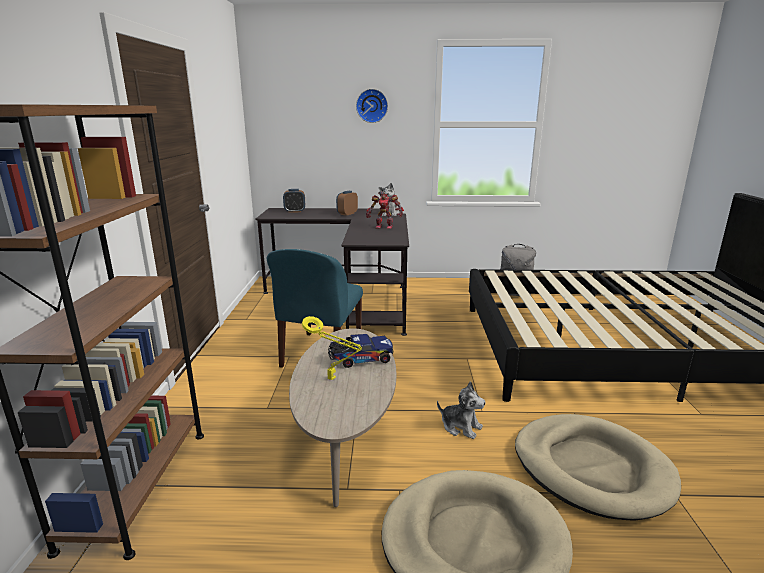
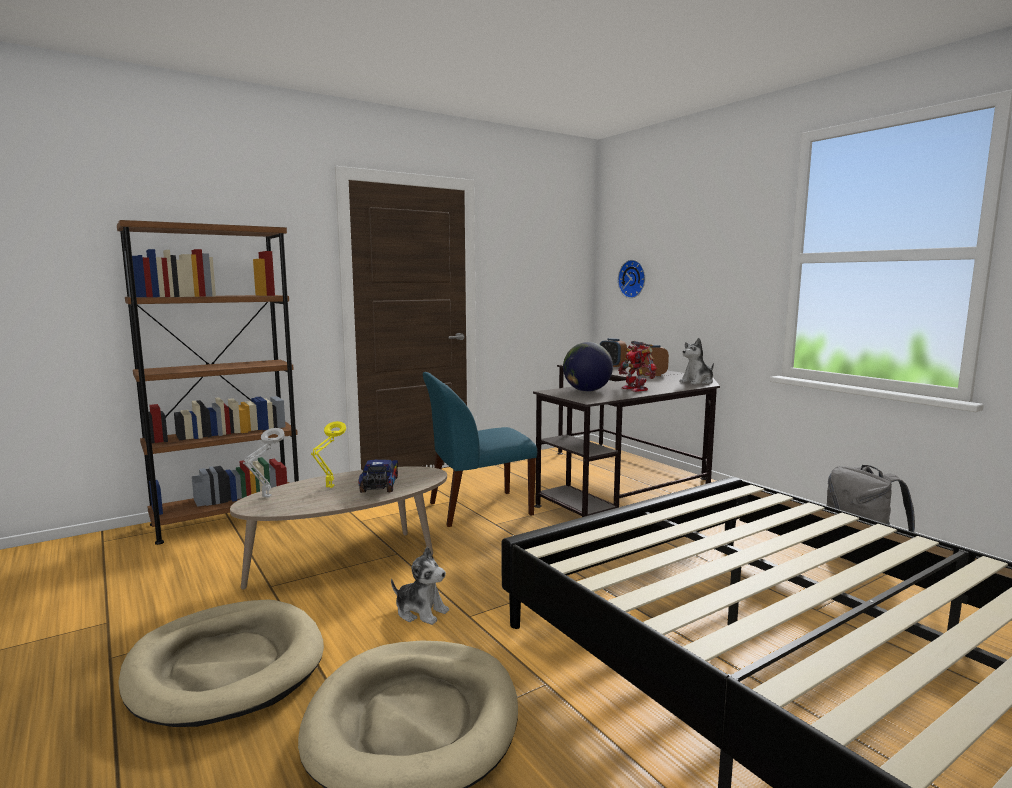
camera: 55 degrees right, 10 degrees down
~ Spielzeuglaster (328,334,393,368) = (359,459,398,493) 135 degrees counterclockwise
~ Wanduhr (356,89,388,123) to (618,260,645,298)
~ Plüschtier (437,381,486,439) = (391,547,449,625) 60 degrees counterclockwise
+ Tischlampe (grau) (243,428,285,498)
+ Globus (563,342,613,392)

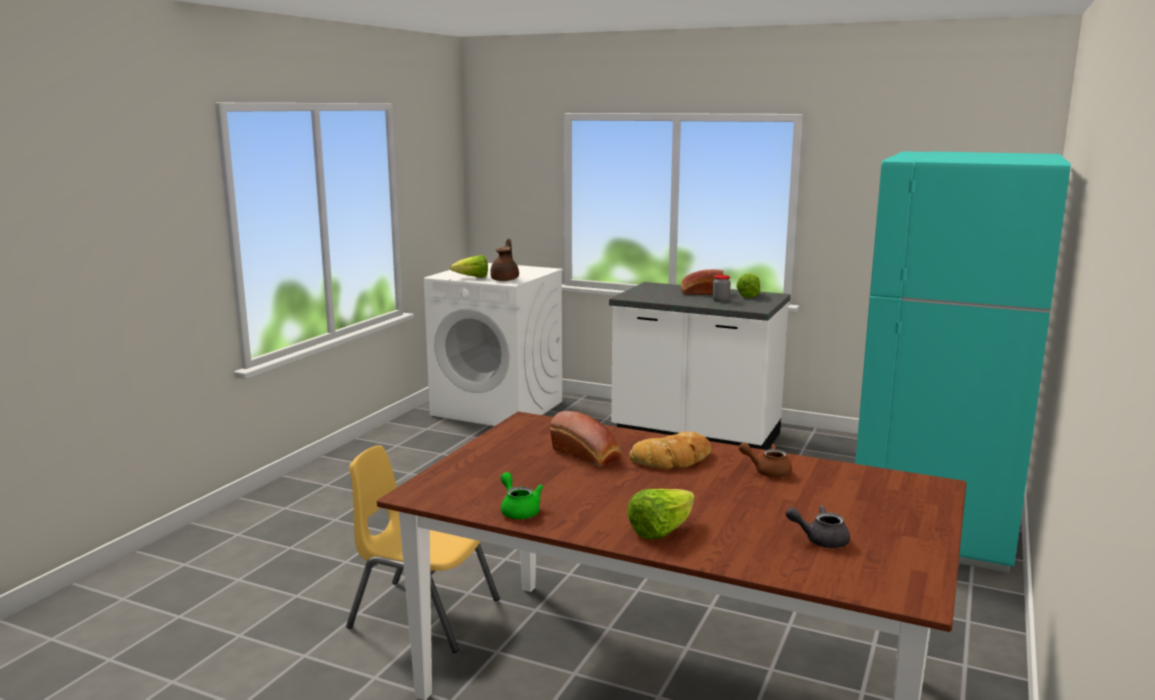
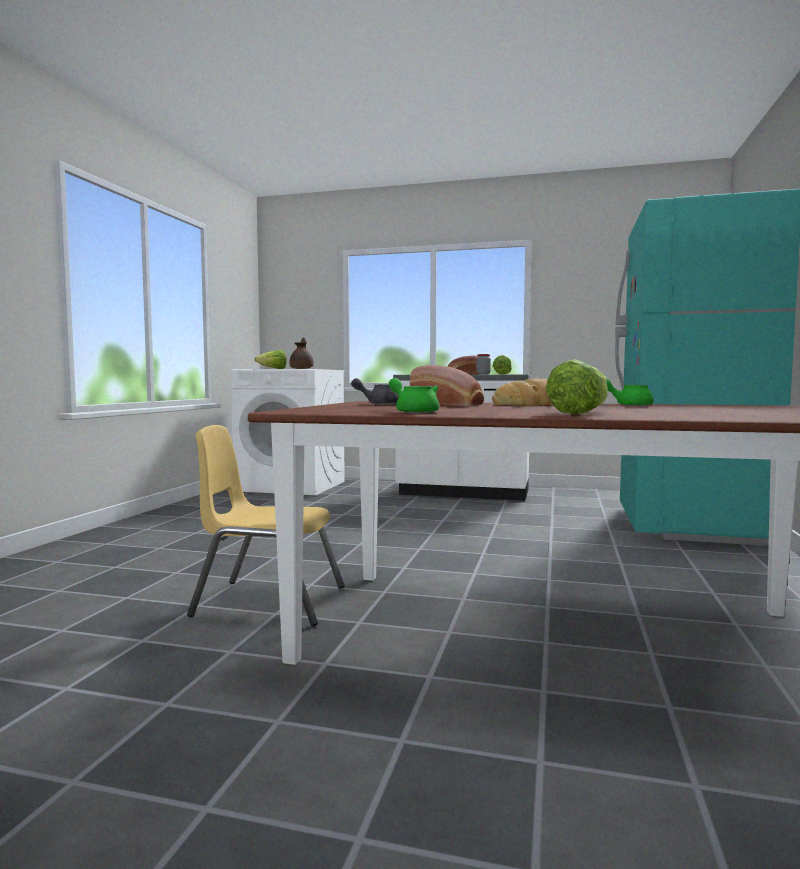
camera: 10 degrees left, 10 degrees down
~ Teekanne (braun) (739,442,792,477) to Teekanne (grün) (606,379,654,406)
~ Teekanne (grau) (785,505,850,548) to (351,378,399,405)

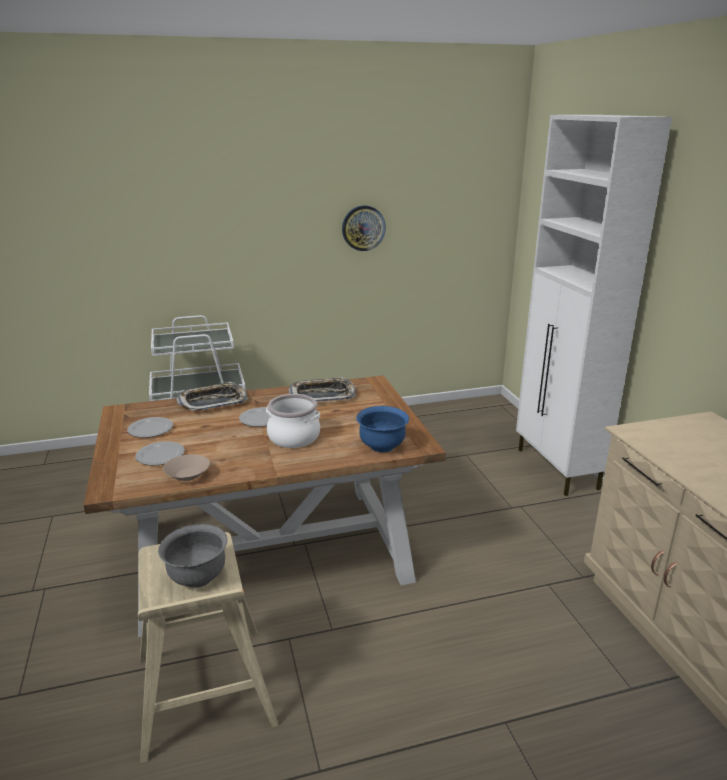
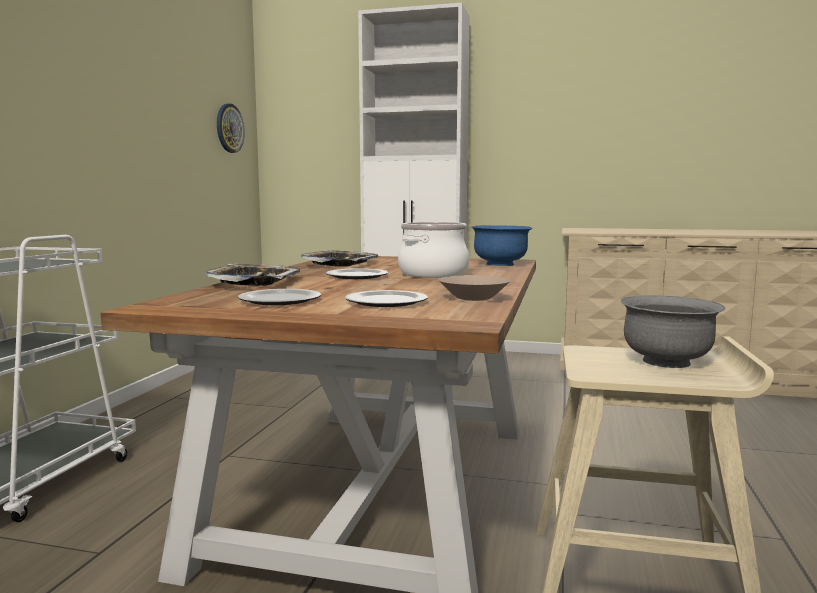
camera: 60 degrees left, 15 degrees down
~ Wanduhr (342,205,386,251) to (217,104,245,153)

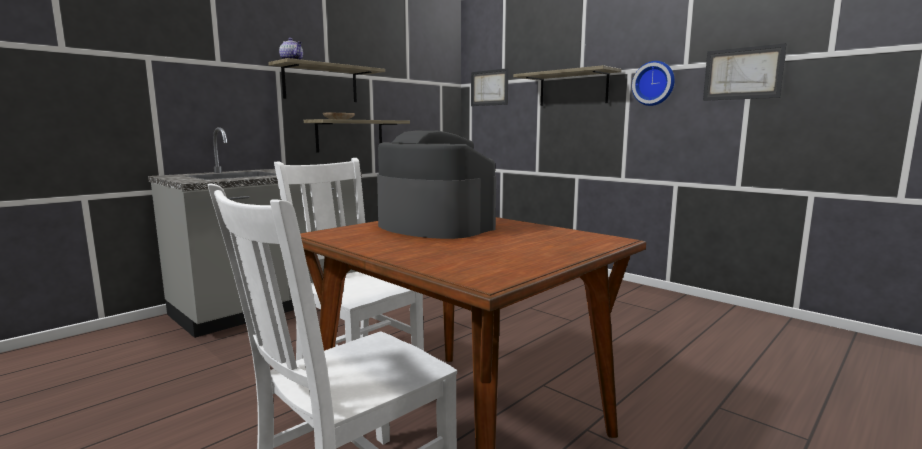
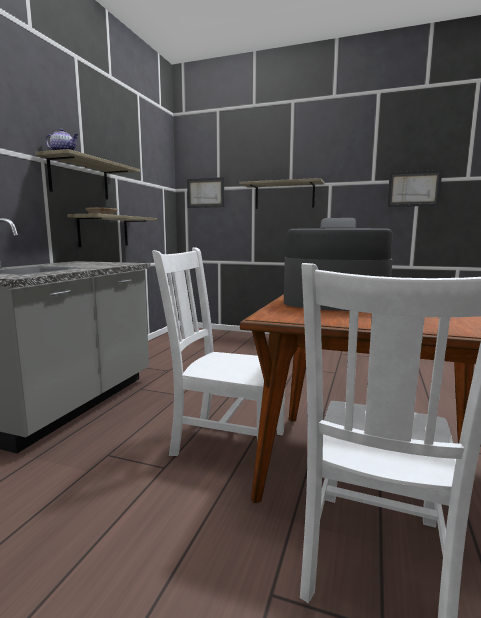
camera: 25 degrees left, 0 degrees up
- Wanduhr (632,61,675,106)

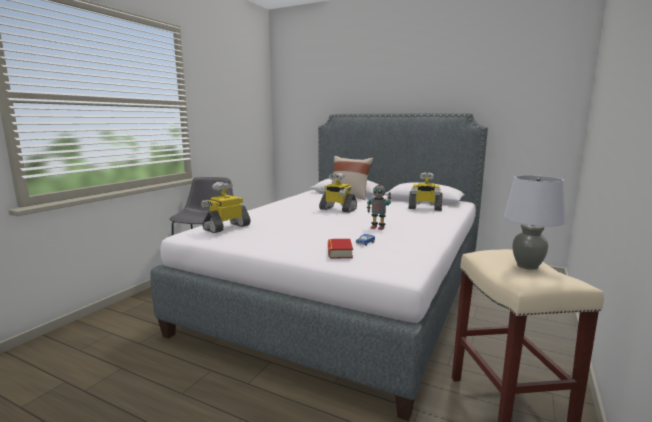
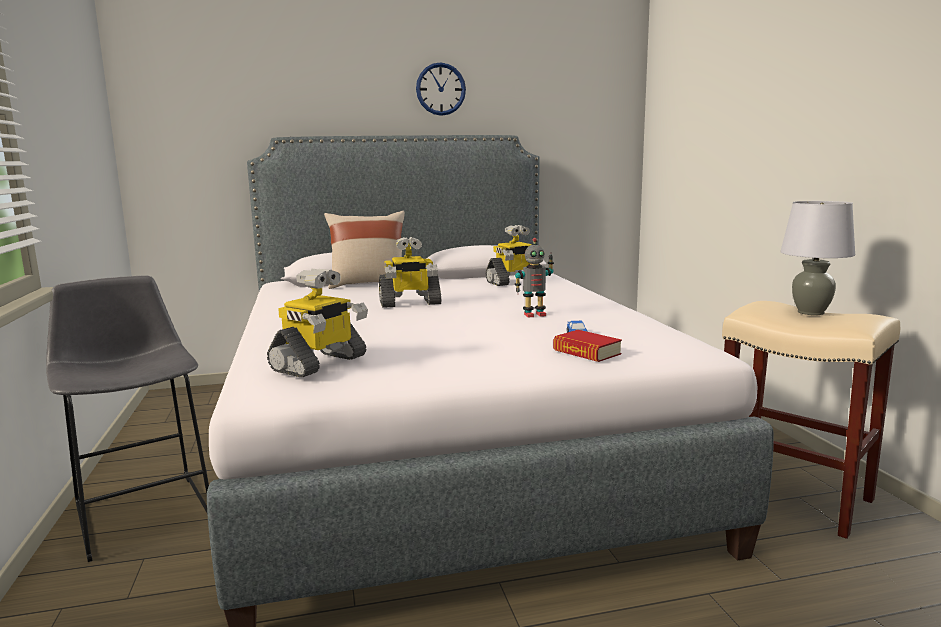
camera: 40 degrees left, 0 degrees up
~ Spielzeugroboter (201,182,251,233) = (267,268,368,378) 150 degrees counterclockwise
+ Wanduhr (416,62,466,116)

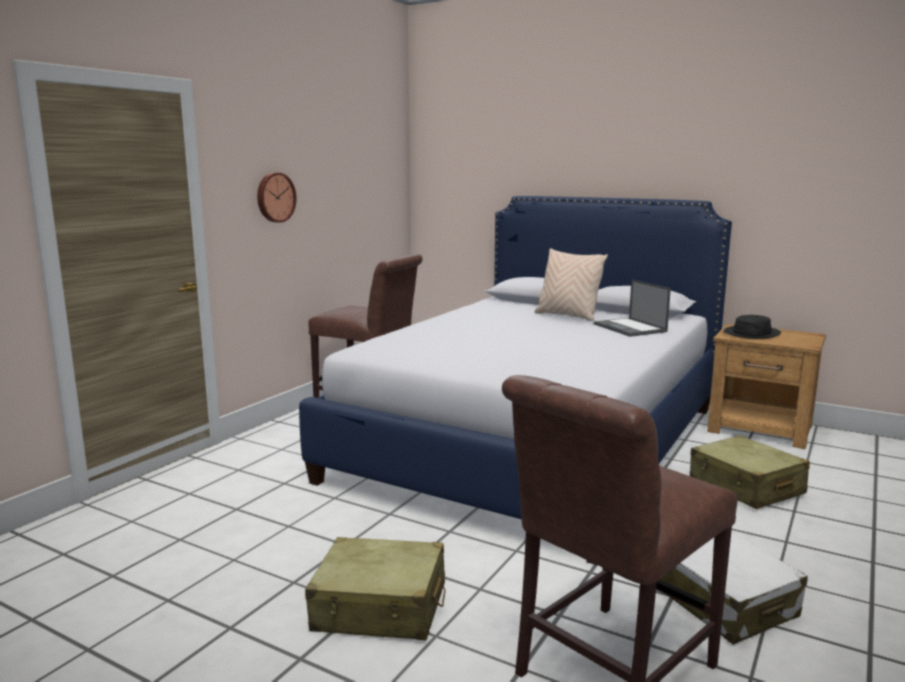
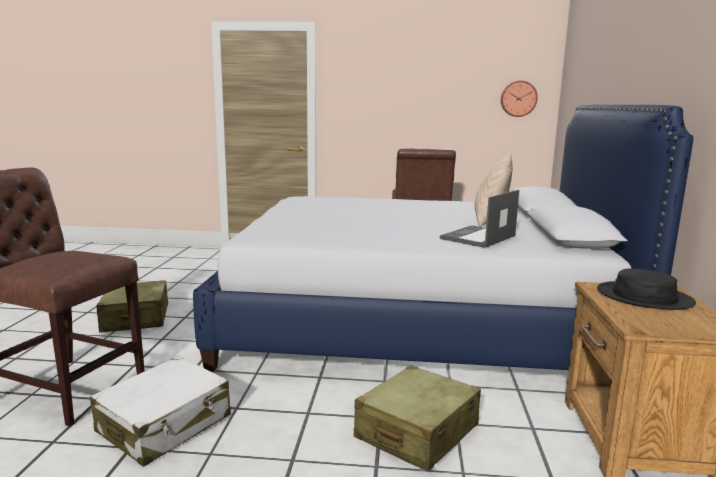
camera: 65 degrees right, 0 degrees up
~ Wanduhr (257,173,296,223) to (501,80,538,117)

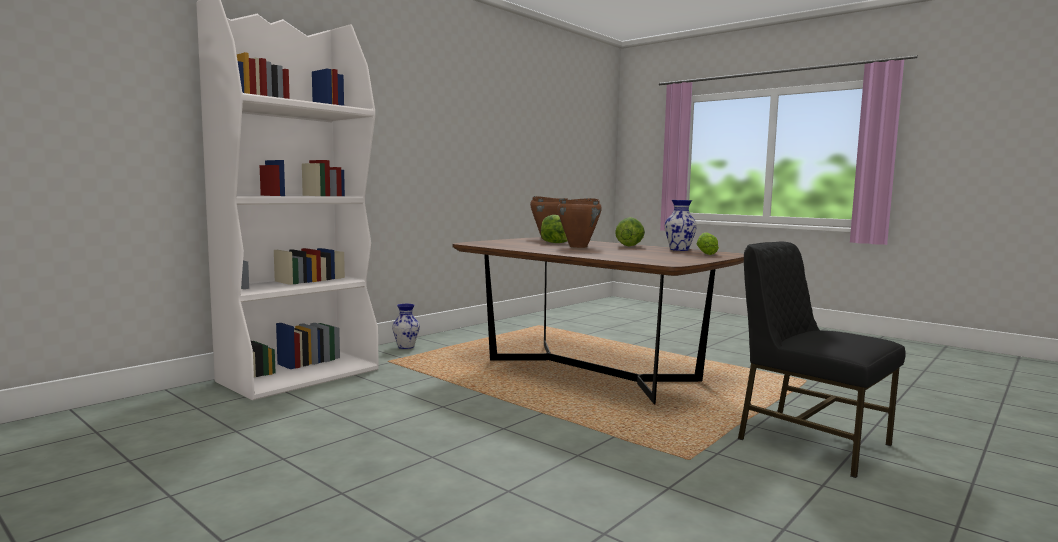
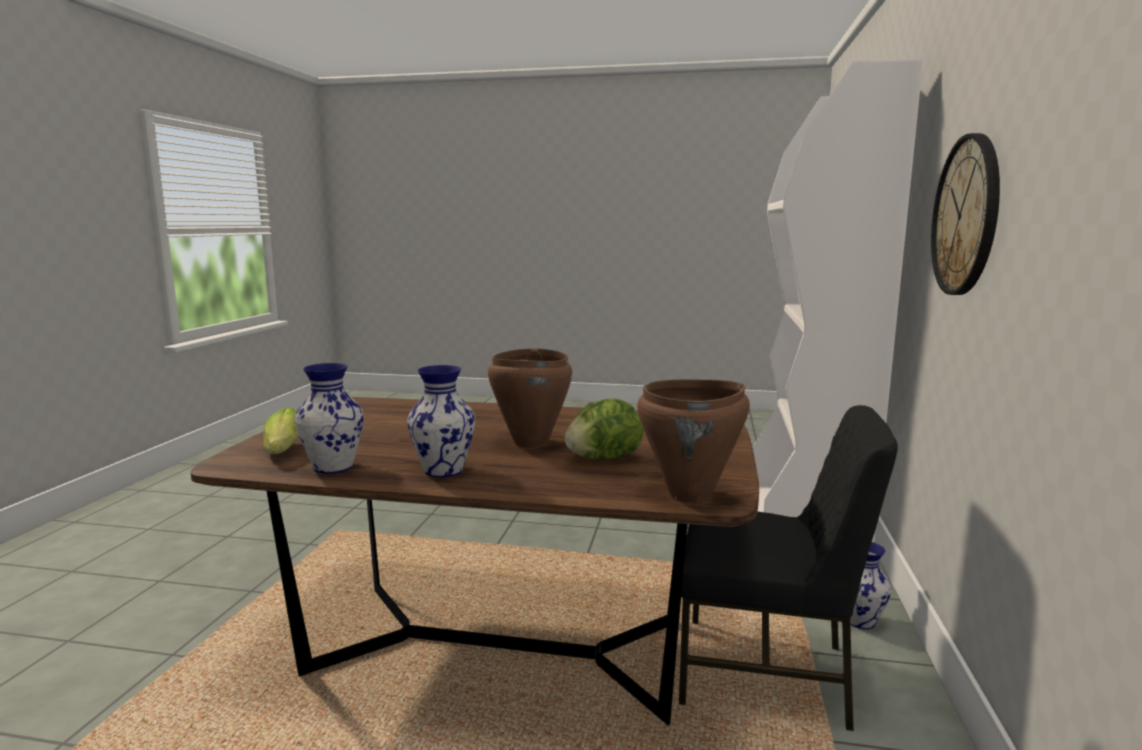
camera: 150 degrees right, 5 degrees up
~ Salatkopf (615,217,645,247) to Vase (407,365,475,478)
~ Stuhl (schwarz) (738,242,906,478) to (679,405,898,731)
+ Wanduhr (931,133,1000,295)

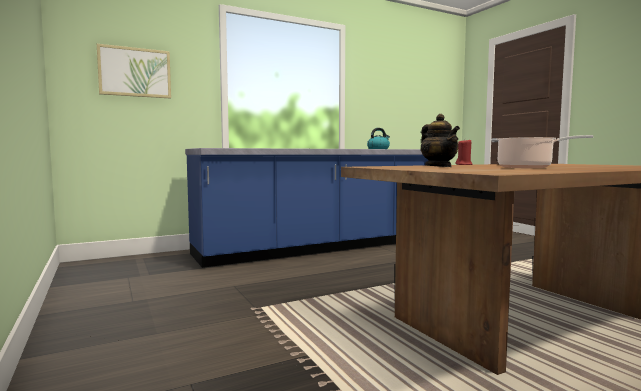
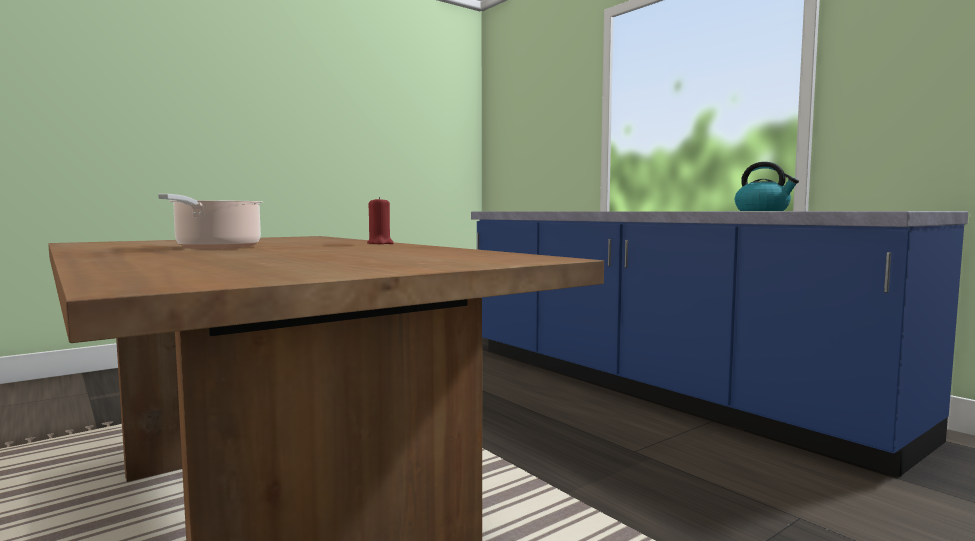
camera: 80 degrees right, 0 degrees up
- Bild (97,44,171,99)
- Teekanne (421,114,460,167)

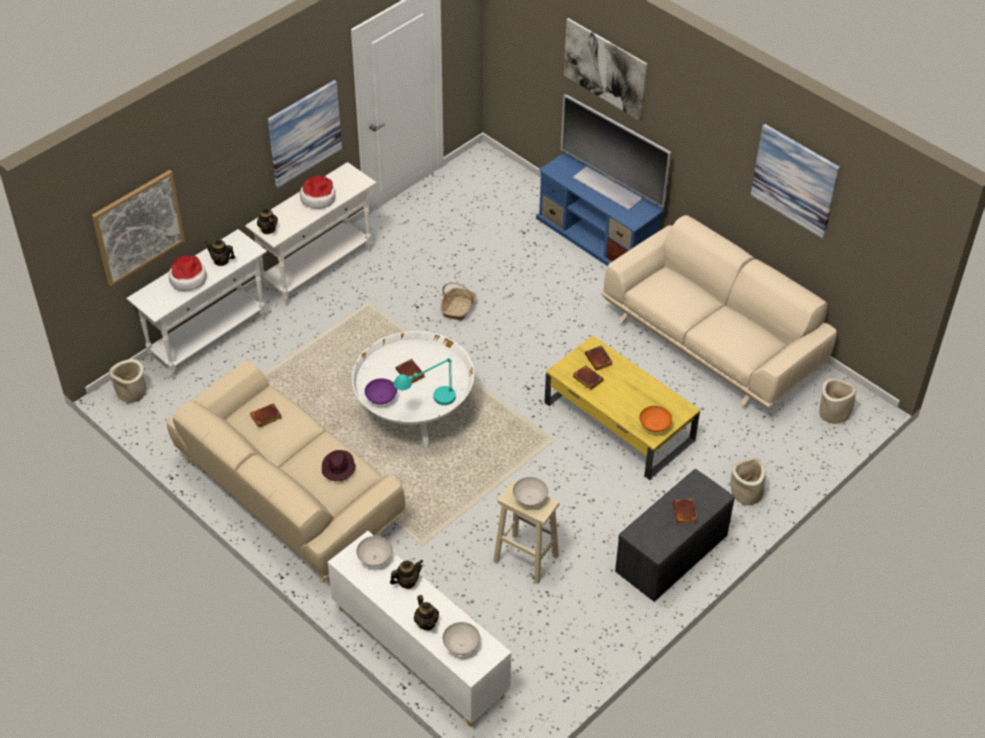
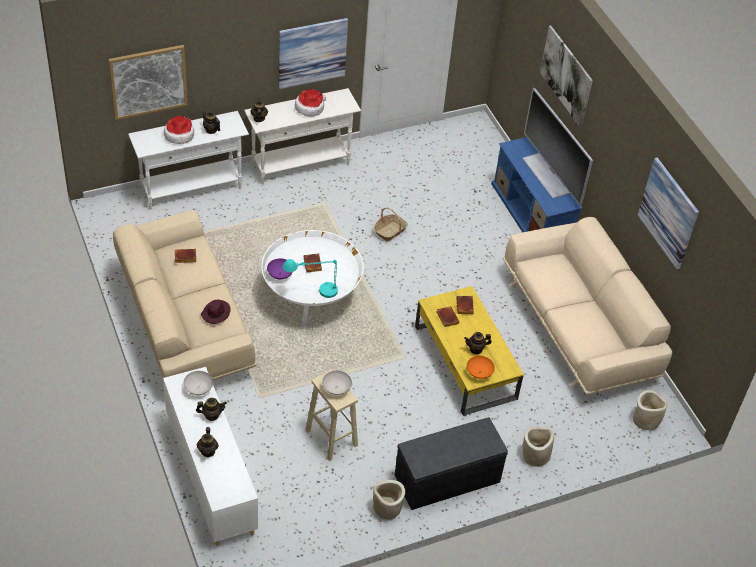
camera: 20 degrees right, 0 degrees up
~ Pflanzkübel (beige) (109,359,147,403) to (373,480,405,520)
- Schüssel (weiß) (443,622,480,655)
- Buch (braun) (673,498,697,524)
+ Teekanne (464,332,491,354)

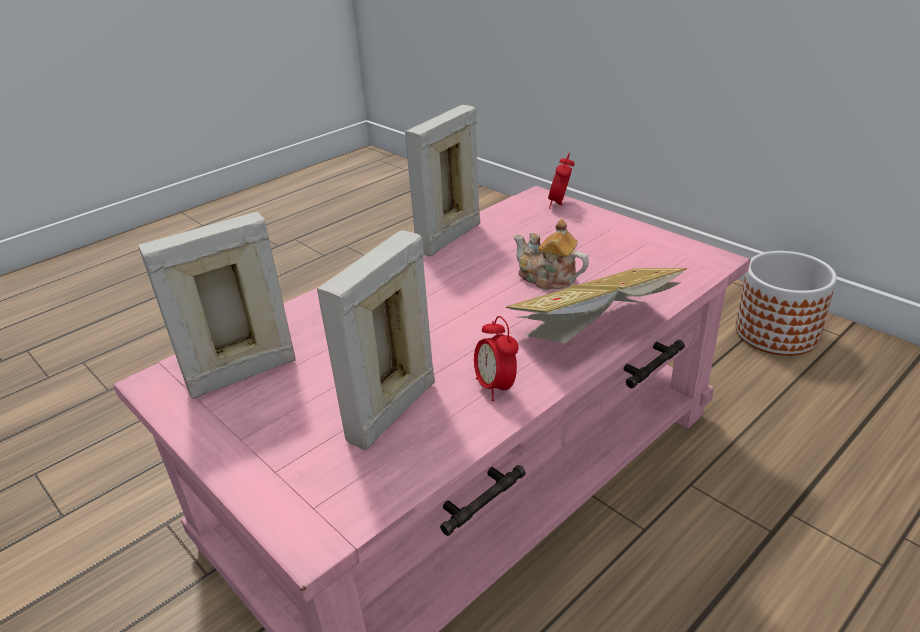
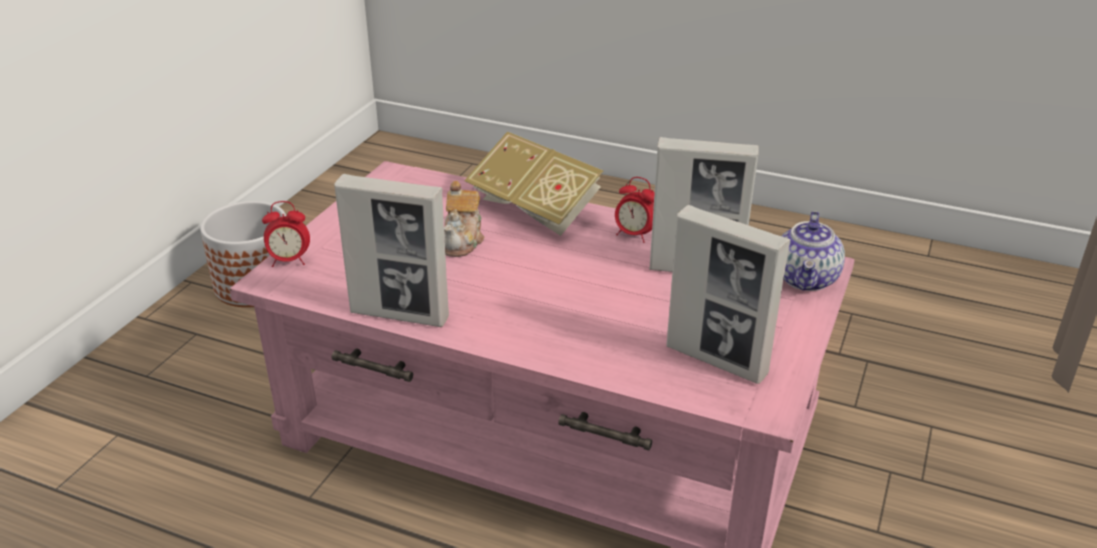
camera: 115 degrees left, 0 degrees up
~ Wecker (474,316,519,401) = (615,177,655,243) 75 degrees clockwise
+ Teekanne (782,211,845,291)

